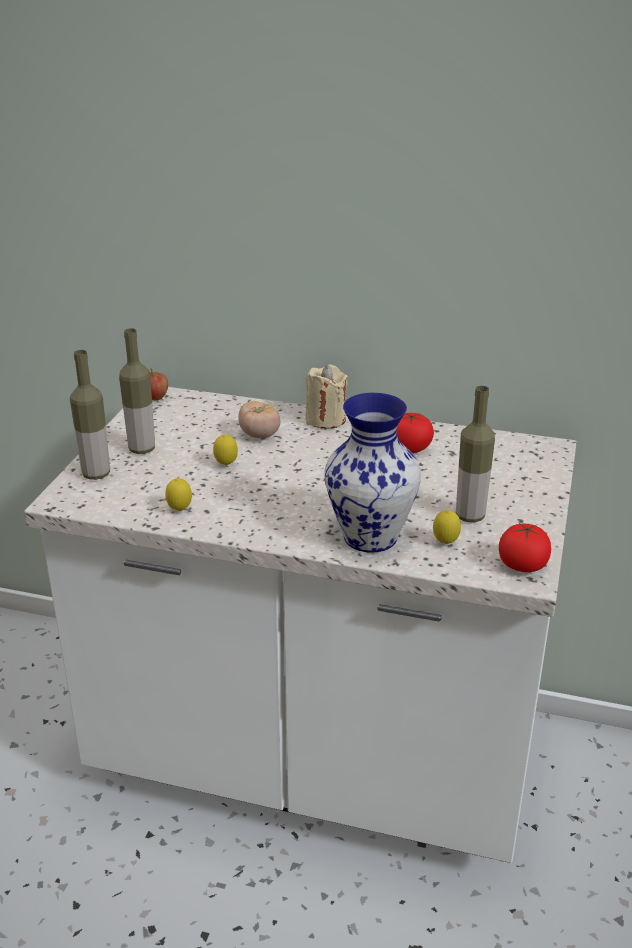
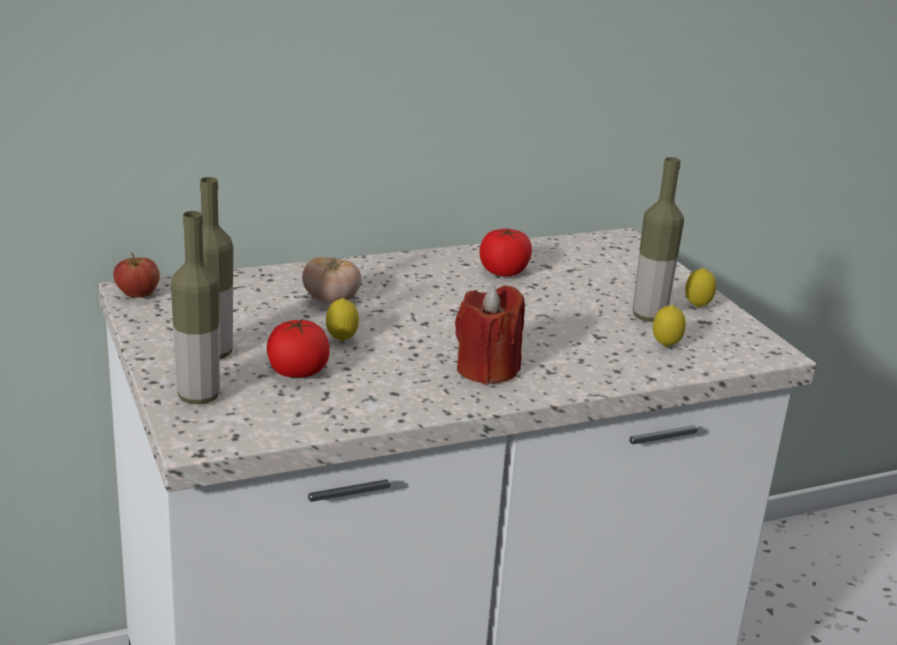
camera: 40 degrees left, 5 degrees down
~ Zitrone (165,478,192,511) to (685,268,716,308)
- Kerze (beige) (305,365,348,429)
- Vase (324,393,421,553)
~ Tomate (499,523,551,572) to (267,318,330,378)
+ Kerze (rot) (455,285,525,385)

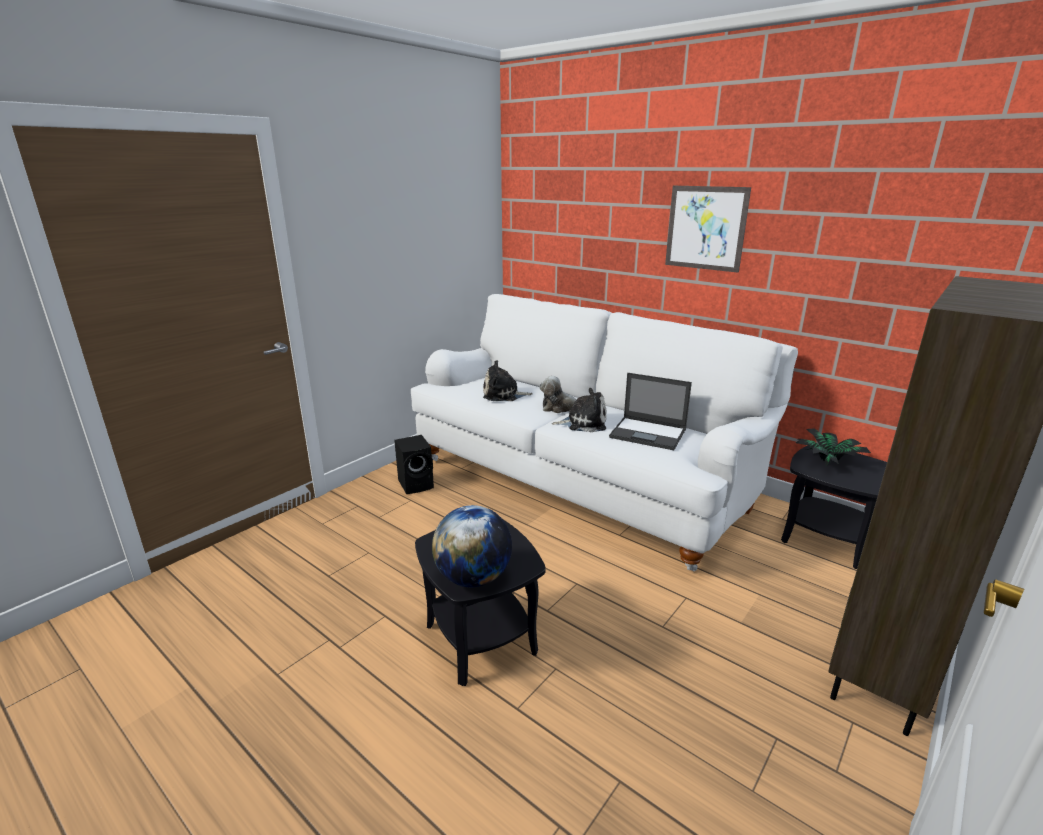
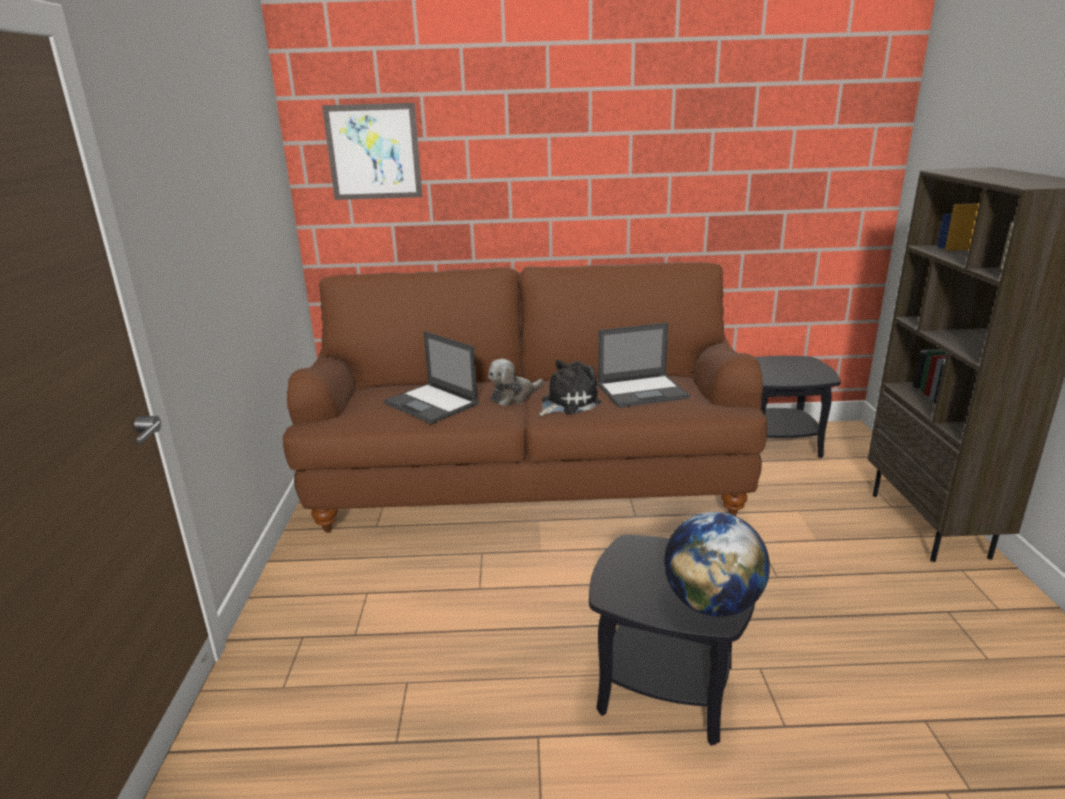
camera: 40 degrees left, 0 degrees up
- Lautsprecher (schwarz) (394,435,434,494)
~ Sofa (weiß) (411,294,798,571) to Sofa (braun) (283,262,767,533)
~ Plüschtier (483,360,533,401) to Laptop (384,331,478,424)
~ Bild (665,186,751,273) to (322,103,423,200)
- Topfpflanze (796,428,871,466)

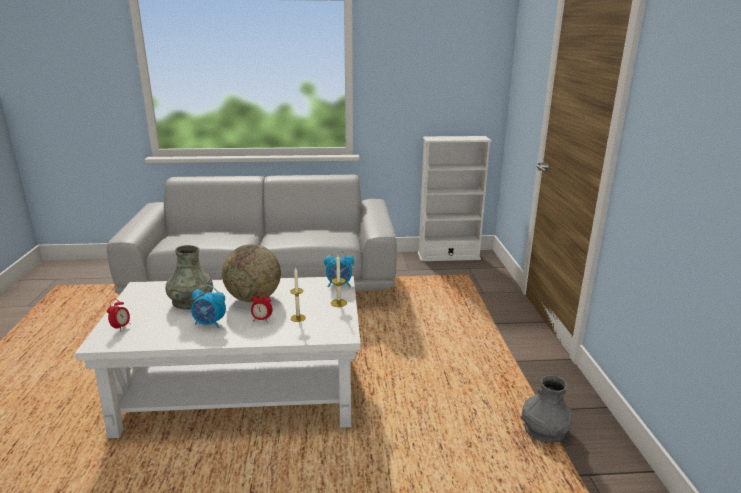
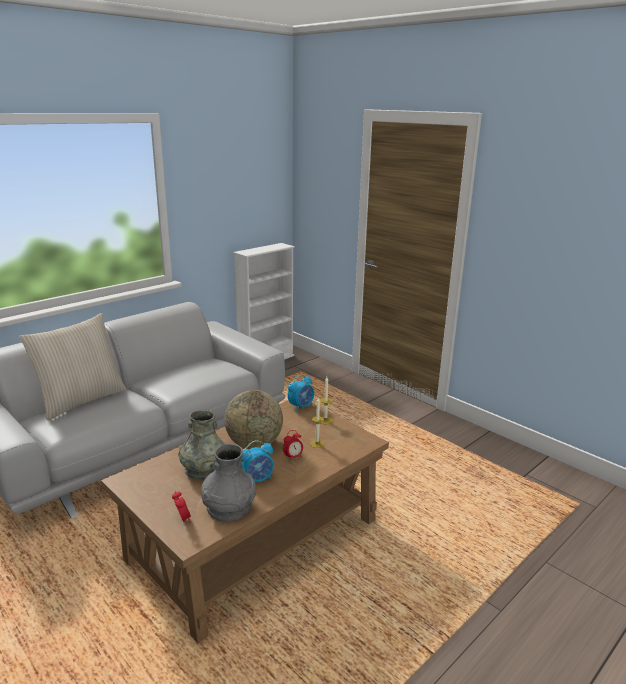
camera: 40 degrees left, 0 degrees up
~ Couchtisch (weiß) (75,276,361,438) to Couchtisch (braun) (101,400,389,644)
~ Vase (grau) (522,375,573,443) to (201,444,256,522)
+ Kissen (beige) (19,313,127,421)

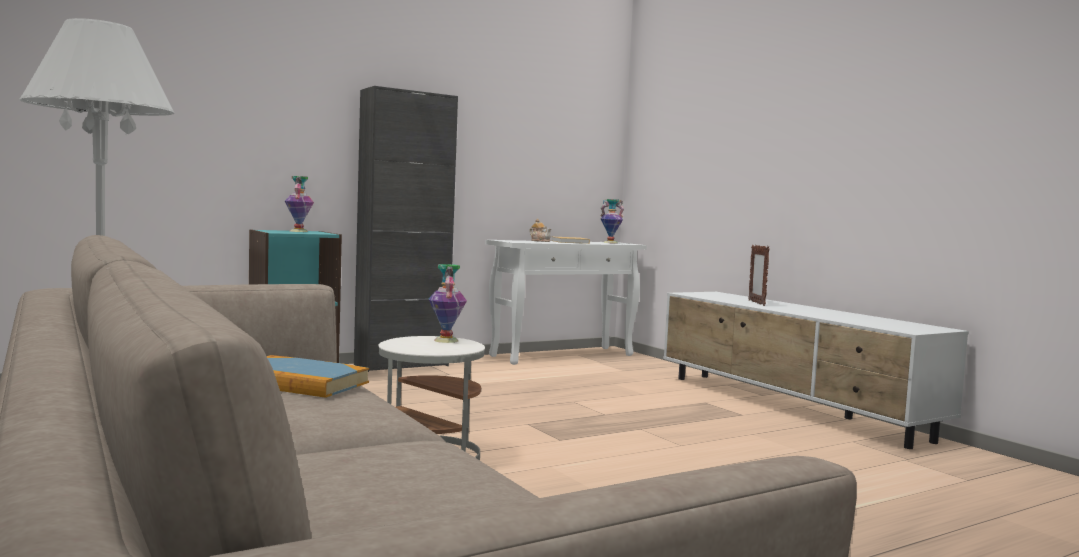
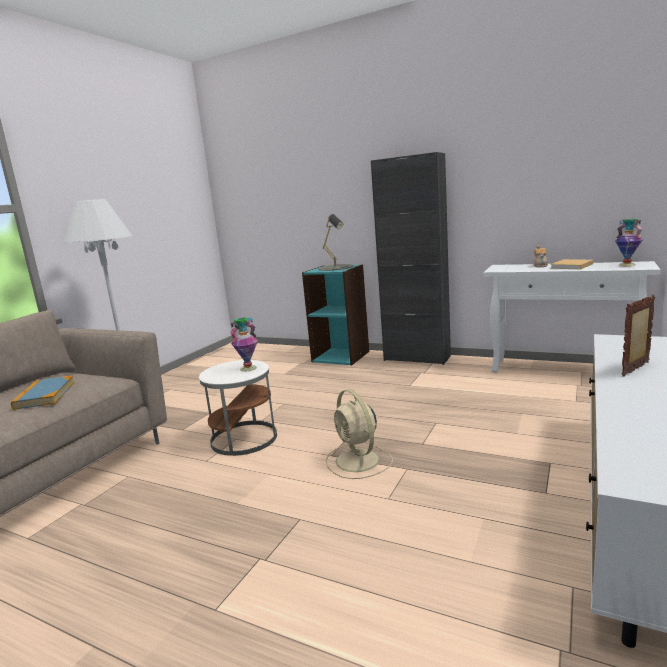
camera: 60 degrees right, 10 degrees up
~ Vase (285,176,314,232) to Tischlampe (grau) (318,214,353,271)
+ Ventilator (beige) (326,389,393,479)

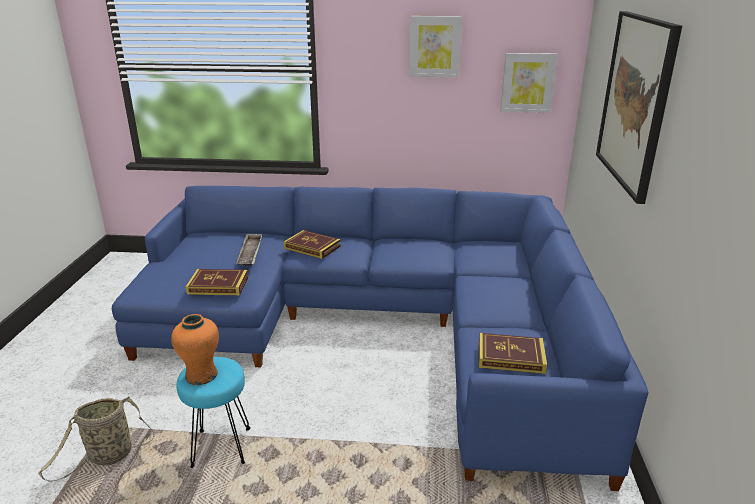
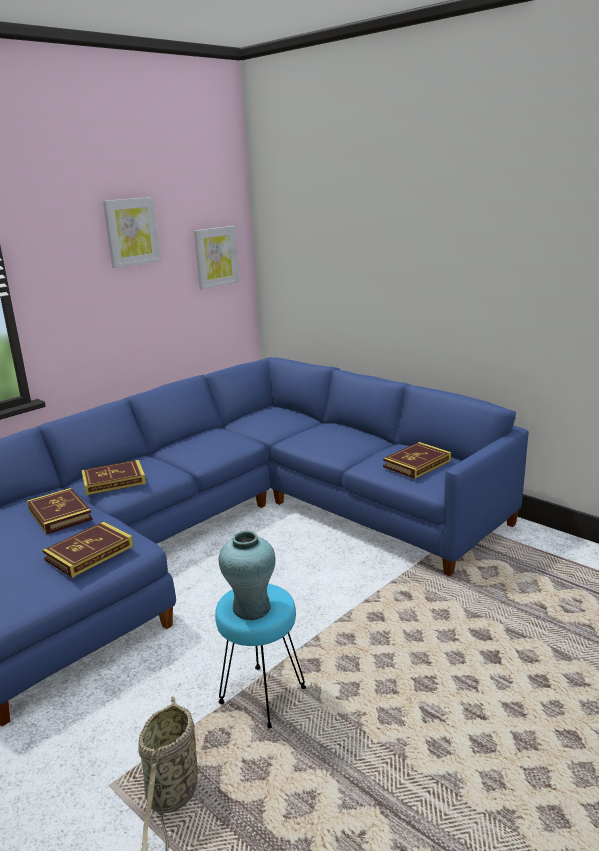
camera: 50 degrees left, 5 degrees down
~ Vase (orange) (171,314,219,385) to Vase (türkis) (219,531,276,620)
~ Tablett (236,234,262,266) to Buch (27,488,93,535)
- Bild (596,11,682,204)

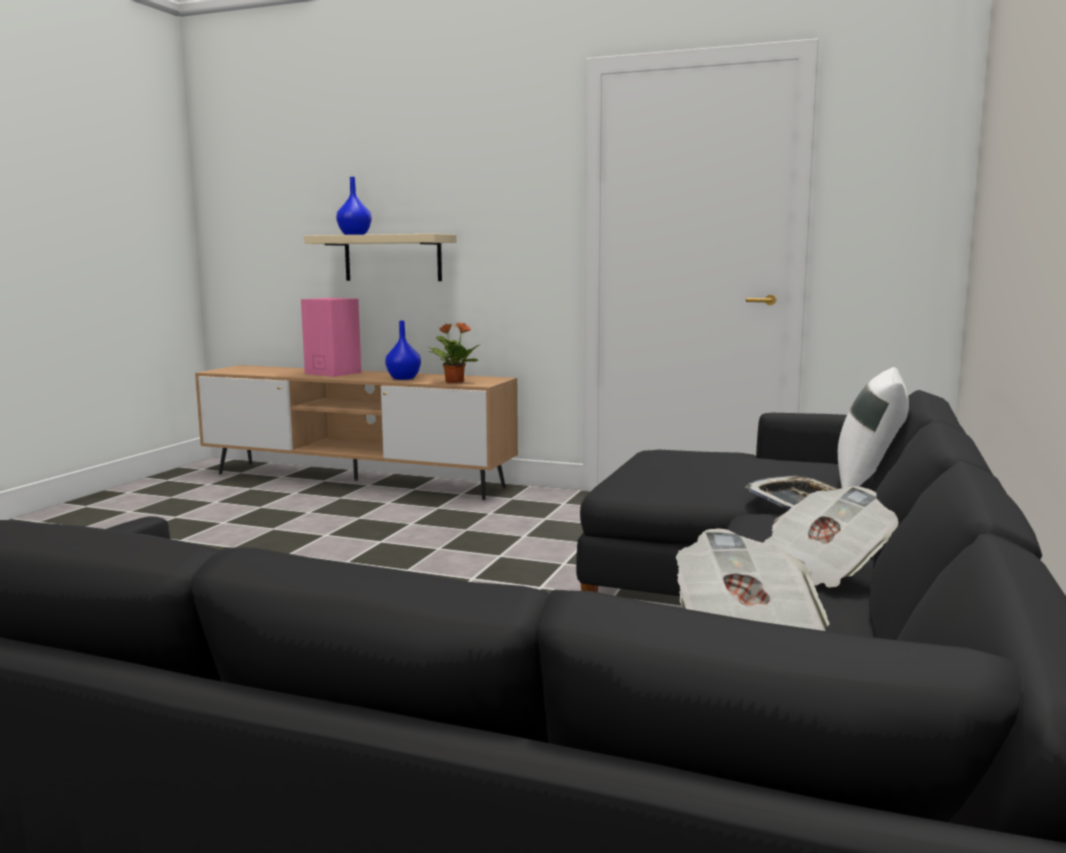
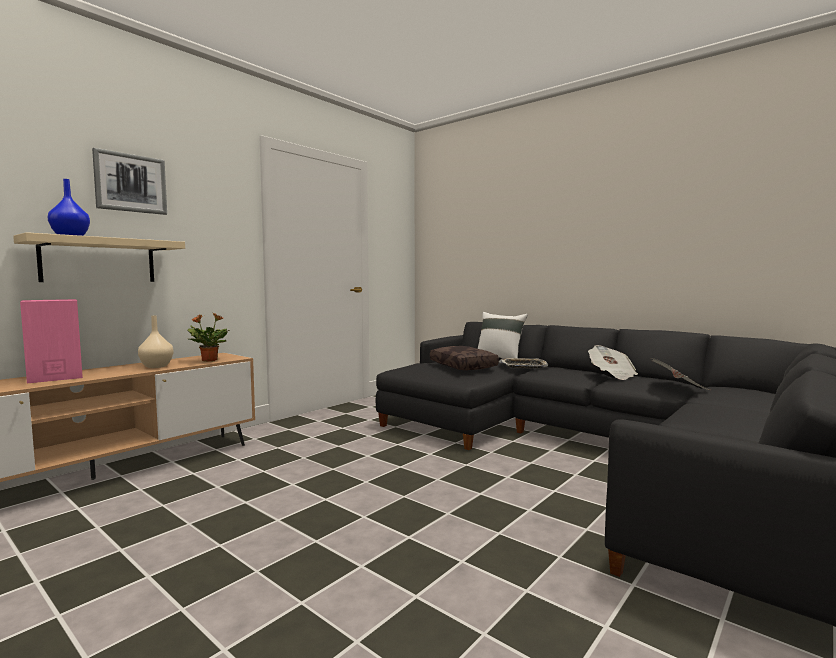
camera: 70 degrees left, 5 degrees down
~ Vase (blau) (385,321,421,380) to Vase (beige) (138,316,174,368)
+ Bild (92,148,167,215)
+ Kissen (braun) (430,346,499,370)

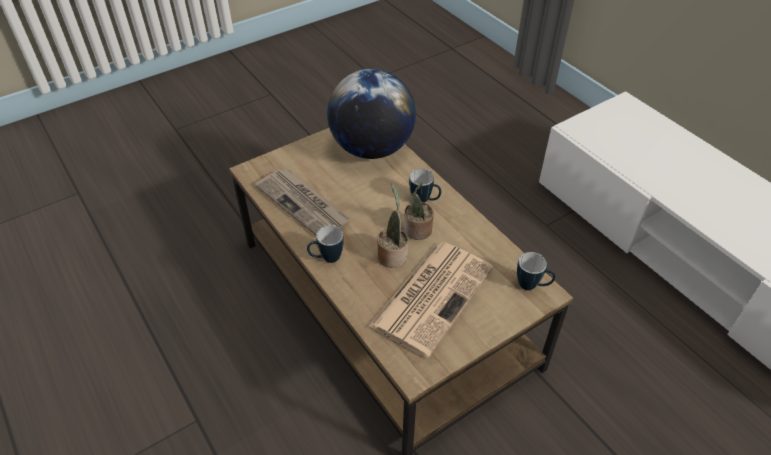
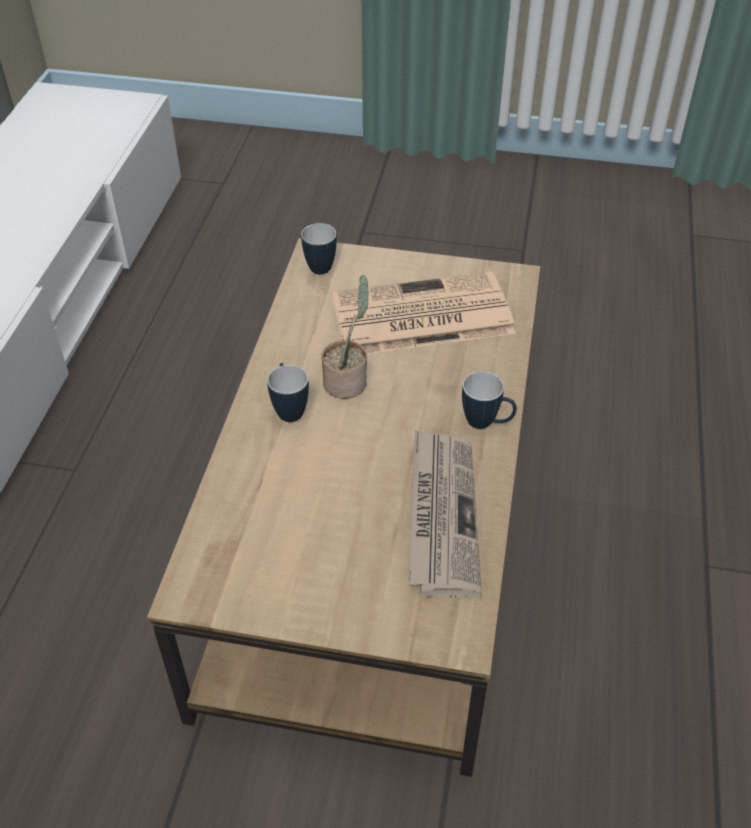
camera: 135 degrees left, 0 degrees up
- Globus (327,69,416,159)
- Topfpflanze (377,183,408,268)

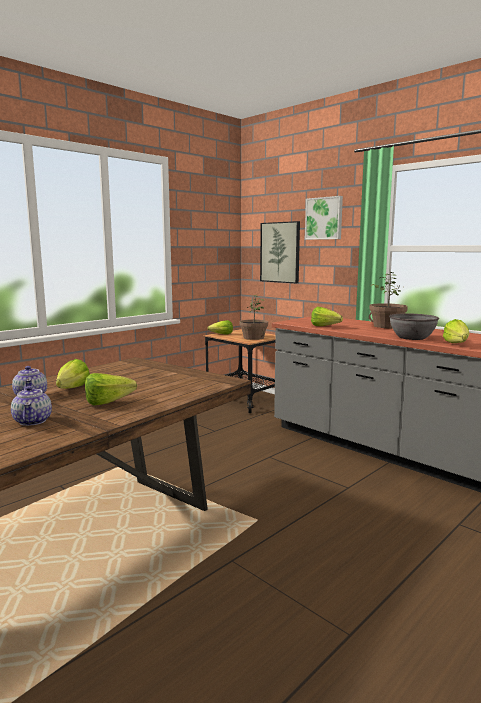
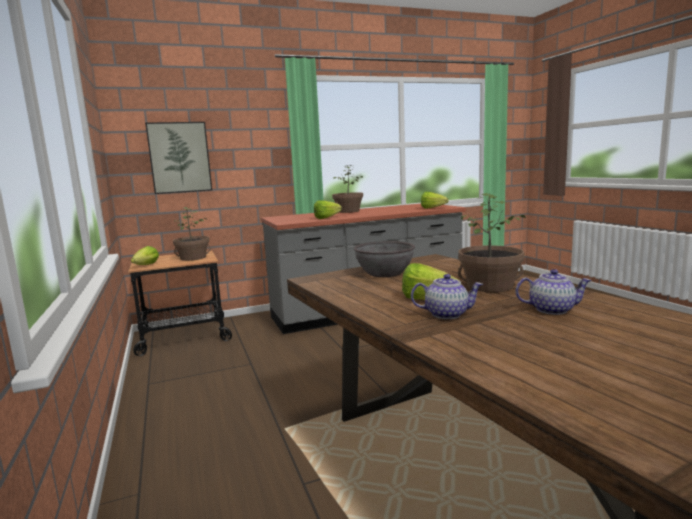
camera: 65 degrees left, 0 degrees up
~ Salatkopf (85,373,137,405) to Topfpflanze (458,193,526,292)
- Bild (305,196,343,240)
~ Schüssel (grau) (389,313,439,340) to (354,241,415,277)

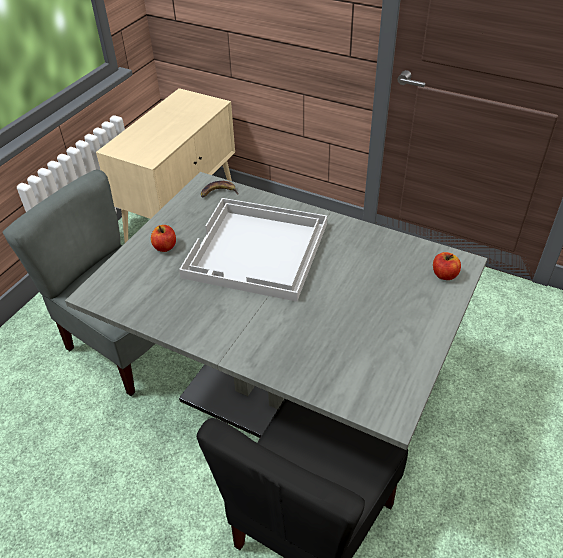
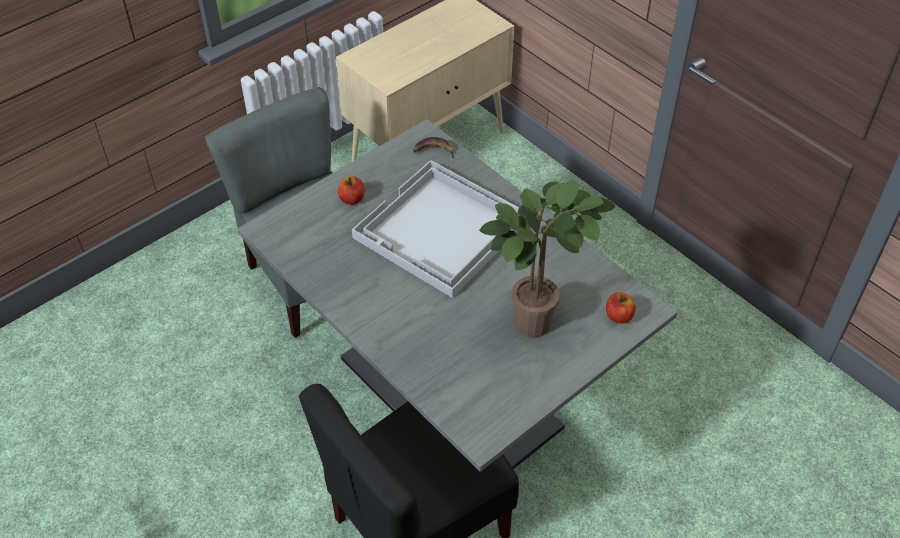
camera: 20 degrees right, 5 degrees up
+ Topfpflanze (479,180,616,338)

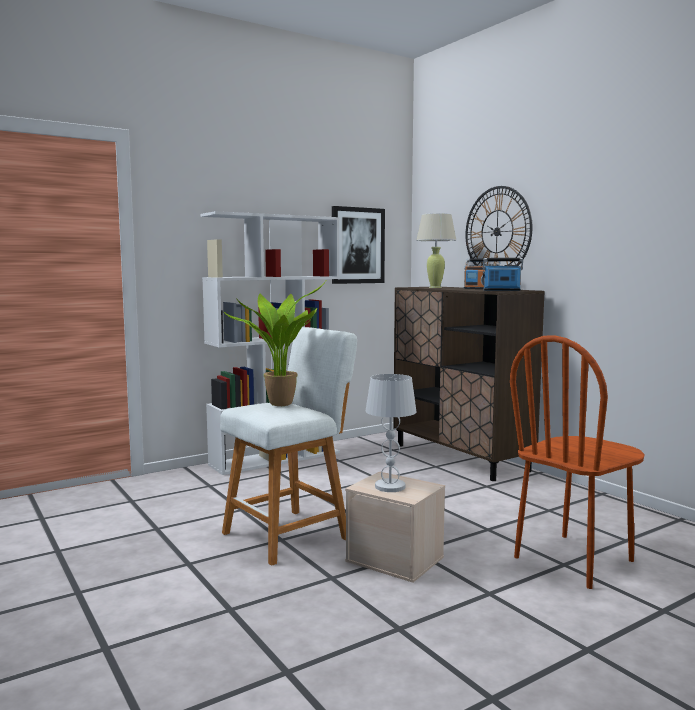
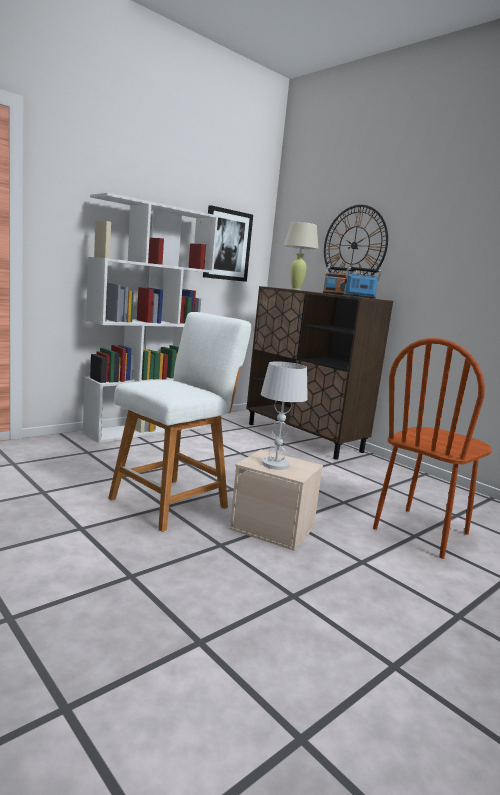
camera: 10 degrees left, 5 degrees up
- Topfpflanze (224,281,326,406)

